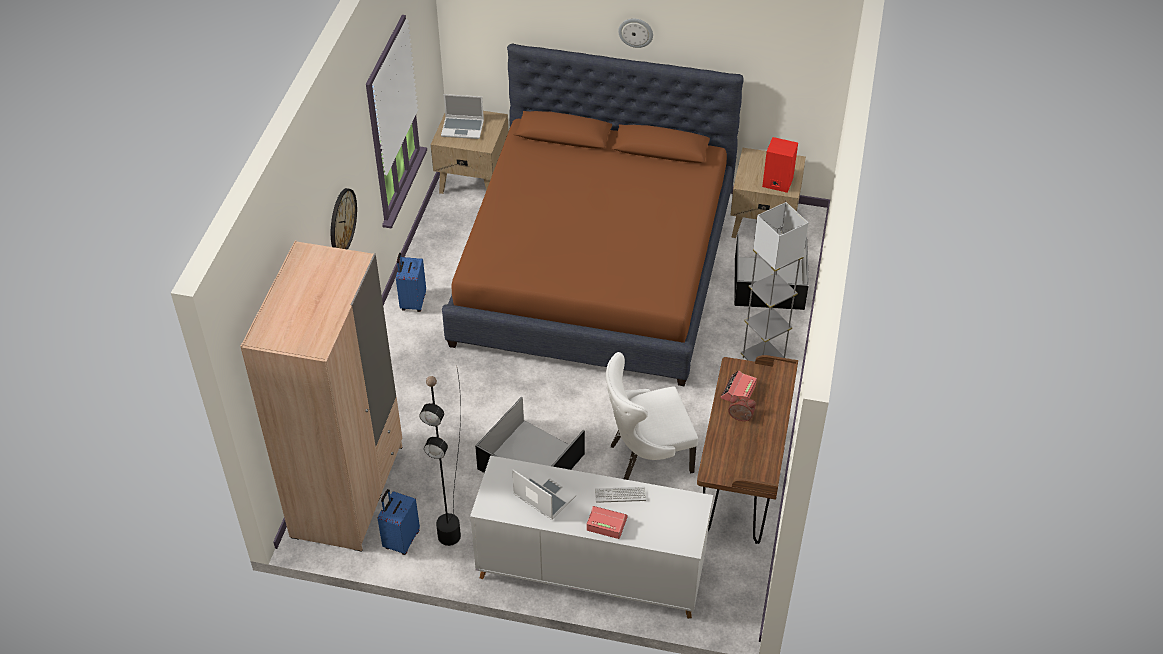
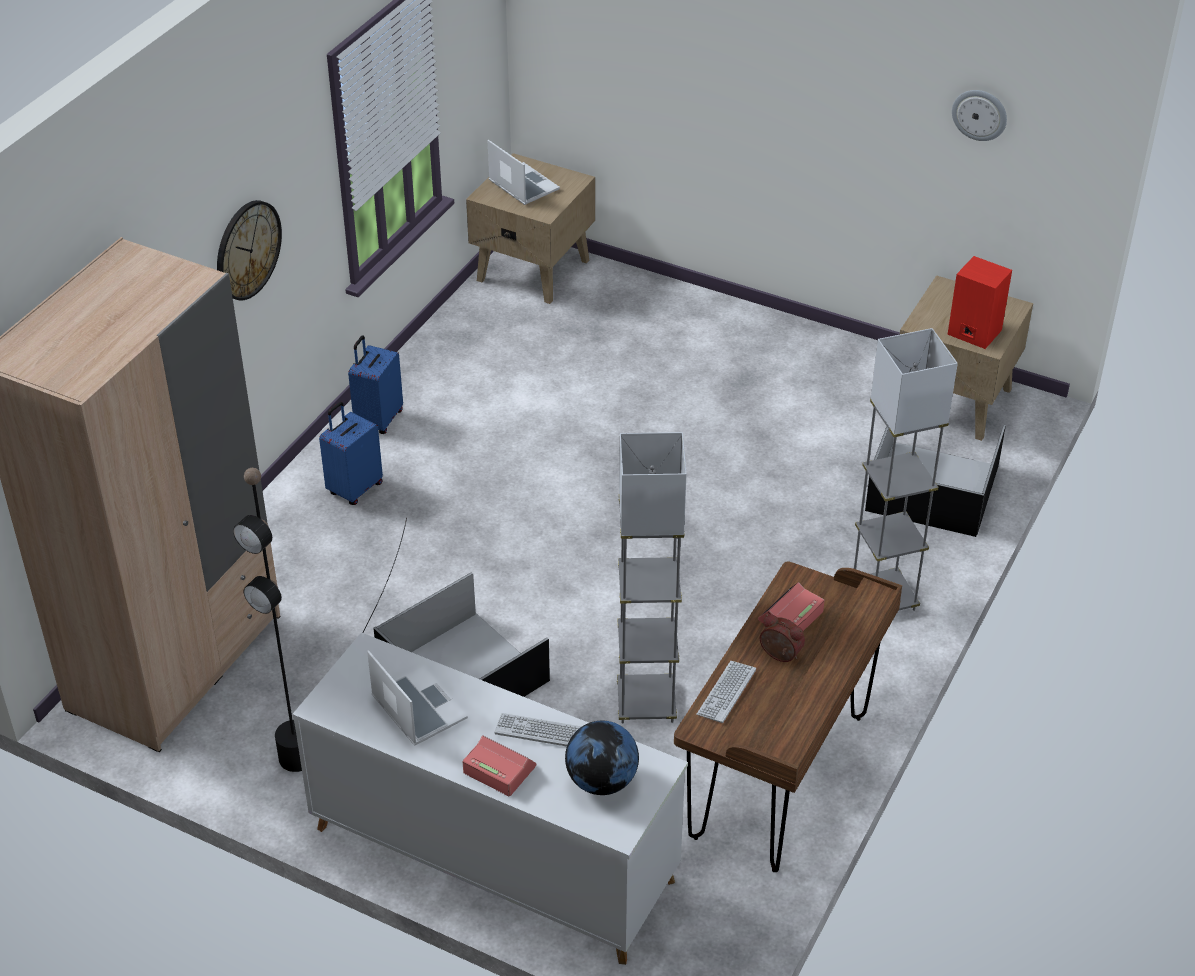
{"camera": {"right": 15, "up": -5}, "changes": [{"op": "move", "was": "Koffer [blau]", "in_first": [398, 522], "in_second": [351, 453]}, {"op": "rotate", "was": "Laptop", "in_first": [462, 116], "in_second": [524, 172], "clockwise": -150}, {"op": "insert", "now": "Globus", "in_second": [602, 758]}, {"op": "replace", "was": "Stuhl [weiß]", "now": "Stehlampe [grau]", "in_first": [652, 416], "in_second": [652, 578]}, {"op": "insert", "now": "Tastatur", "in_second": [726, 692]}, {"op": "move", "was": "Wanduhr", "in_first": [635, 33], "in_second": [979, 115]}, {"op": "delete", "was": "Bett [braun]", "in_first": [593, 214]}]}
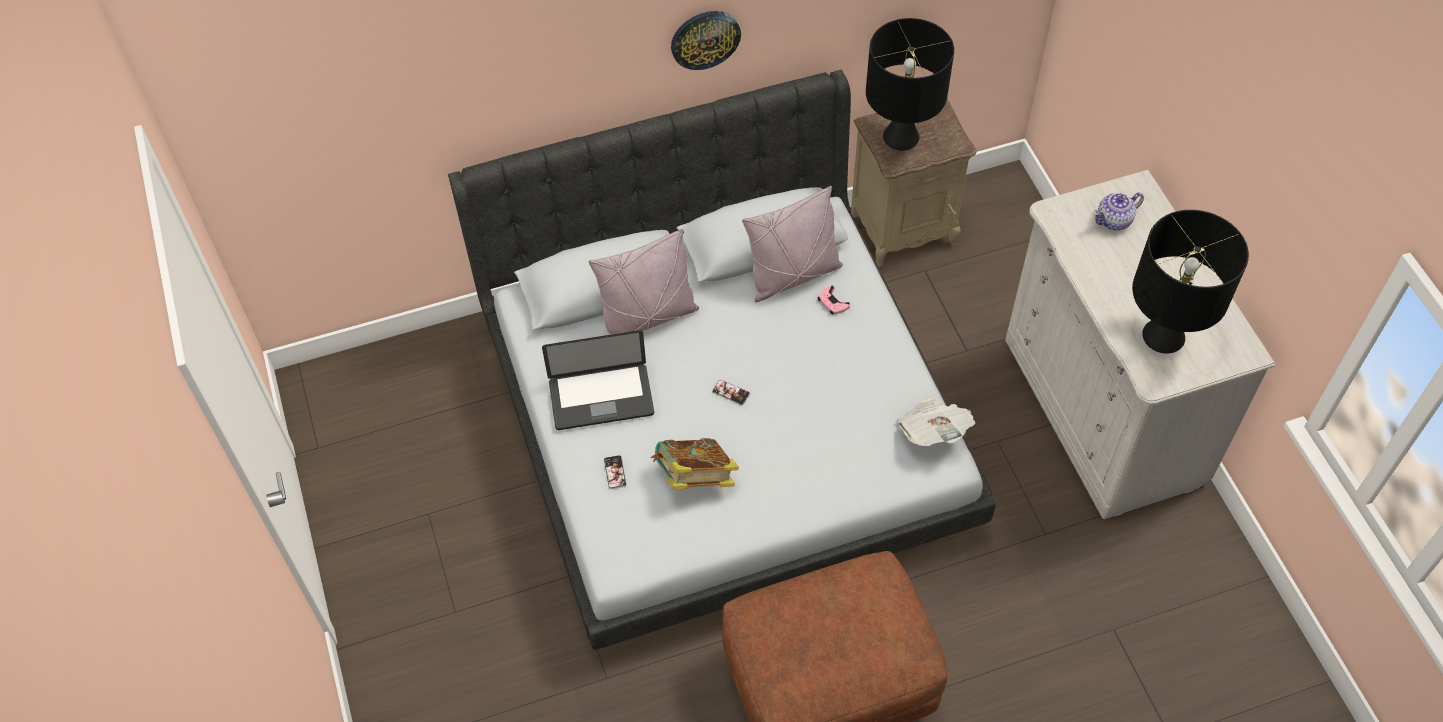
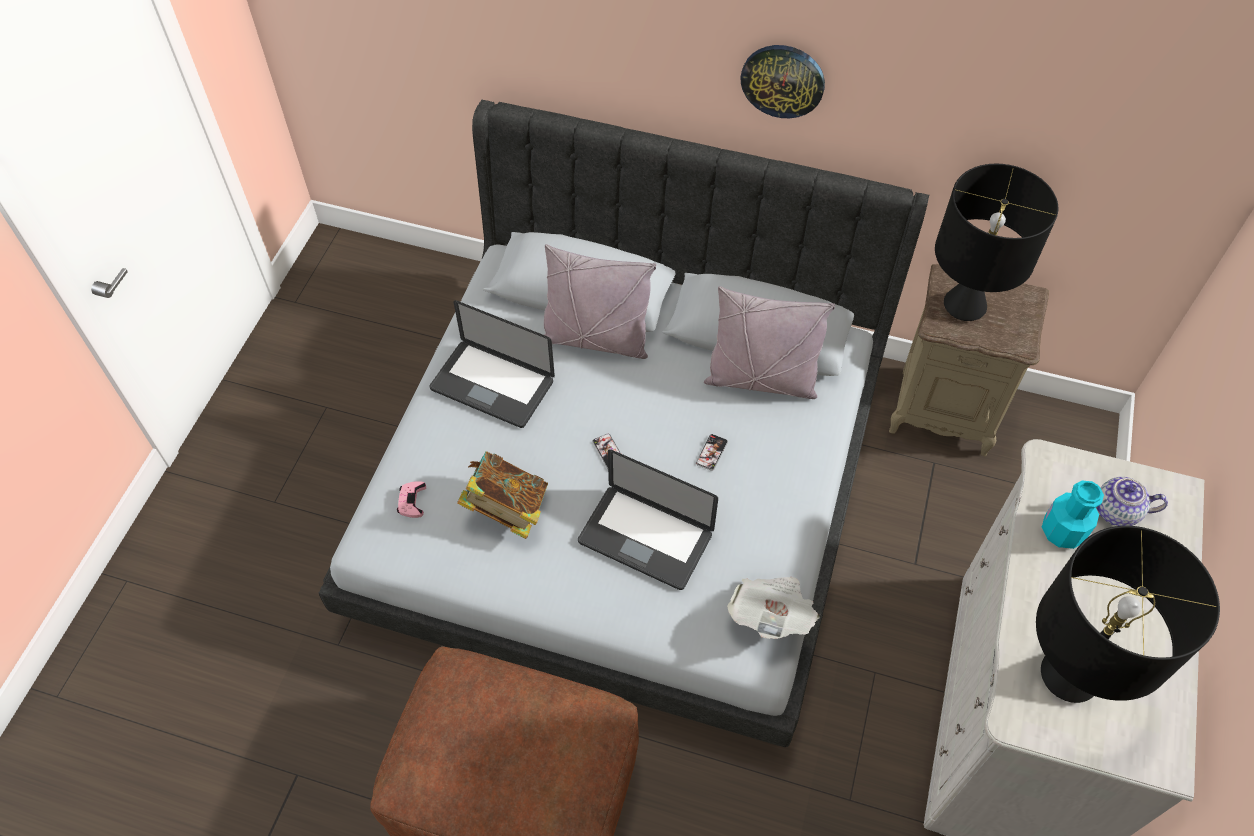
{"camera": {"right": 35, "up": 0}, "changes": [{"op": "move", "was": "Gamepad [rosa]", "in_first": [834, 299], "in_second": [411, 499]}, {"op": "insert", "now": "Laptop", "in_second": [648, 519]}, {"op": "move", "was": "Handy", "in_first": [615, 472], "in_second": [712, 452]}, {"op": "insert", "now": "Flasche [türkis]", "in_second": [1073, 515]}]}
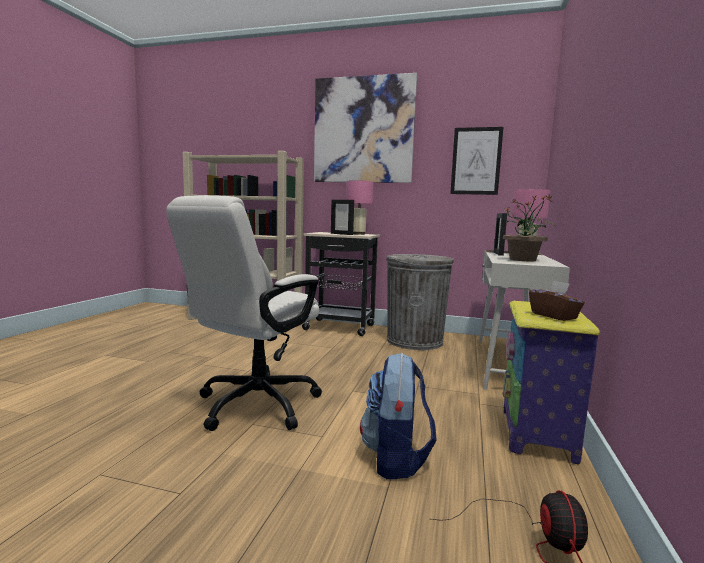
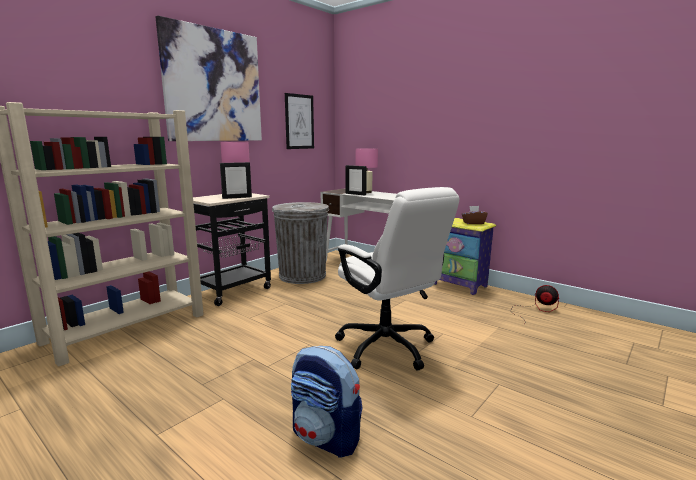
{"camera": {"right": -65, "up": 5}, "changes": [{"op": "move", "was": "Rucksack", "in_first": [398, 416], "in_second": [326, 402]}, {"op": "delete", "was": "Topfpflanze", "in_first": [529, 227]}]}
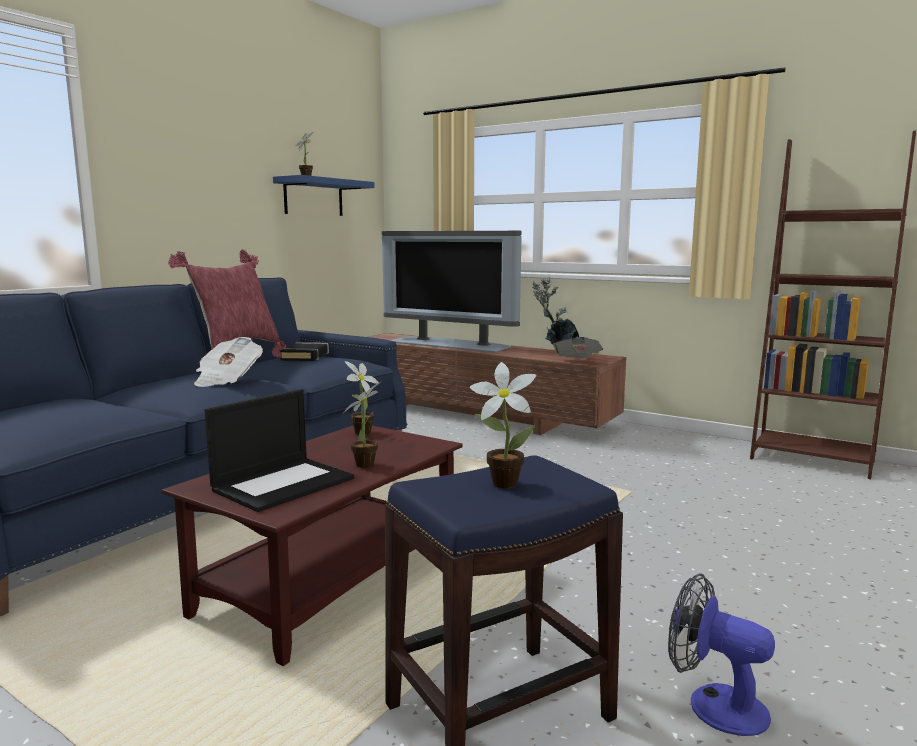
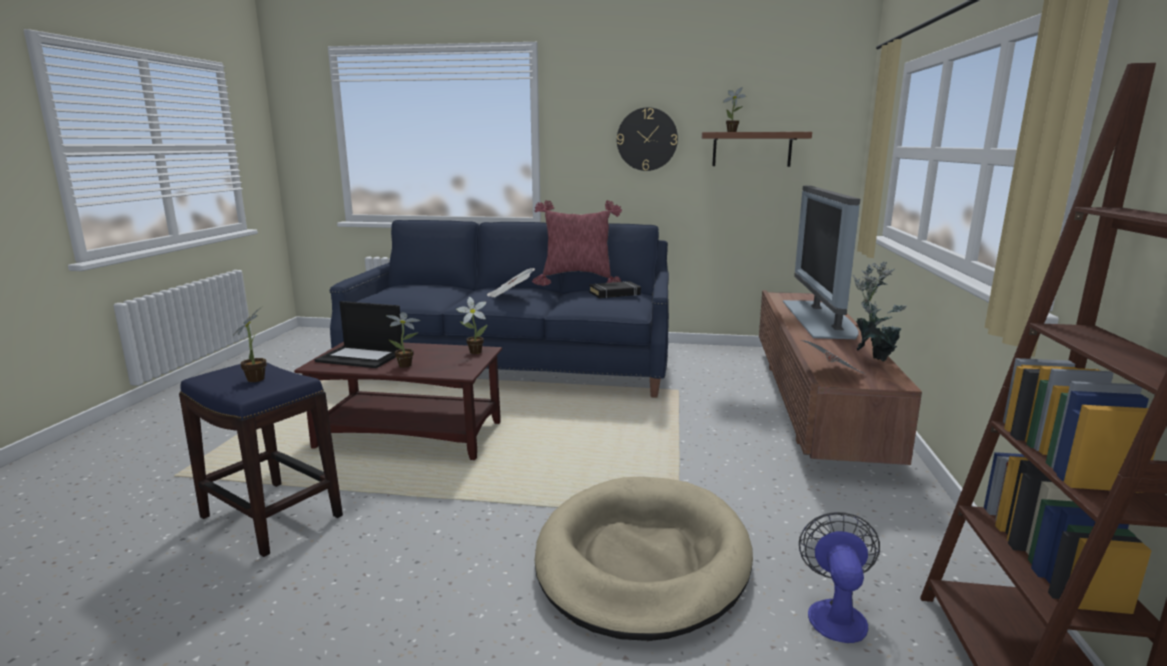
{"camera": {"right": 65, "up": 5}, "changes": [{"op": "insert", "now": "Hundebett [beige]", "in_second": [644, 558]}, {"op": "insert", "now": "Wanduhr", "in_second": [647, 139]}, {"op": "recolor", "was": "Wandregal [blau]", "now": "Wandregal [braun]", "in_first": [324, 195], "in_second": [757, 149]}, {"op": "move", "was": "Ventilator", "in_first": [721, 654], "in_second": [839, 577]}]}
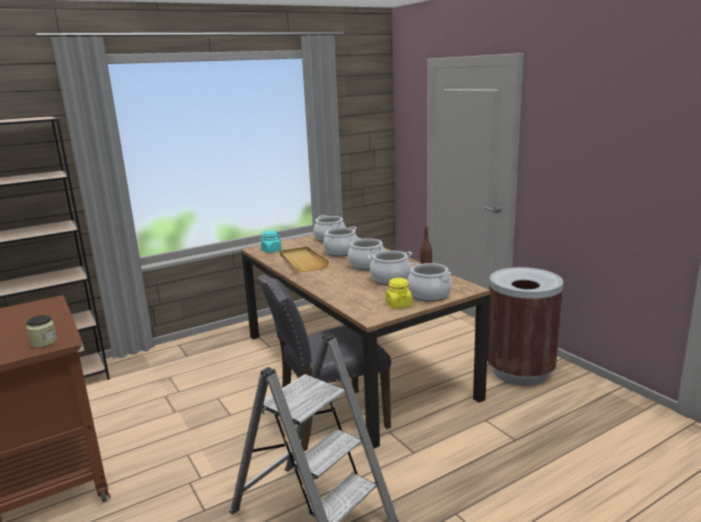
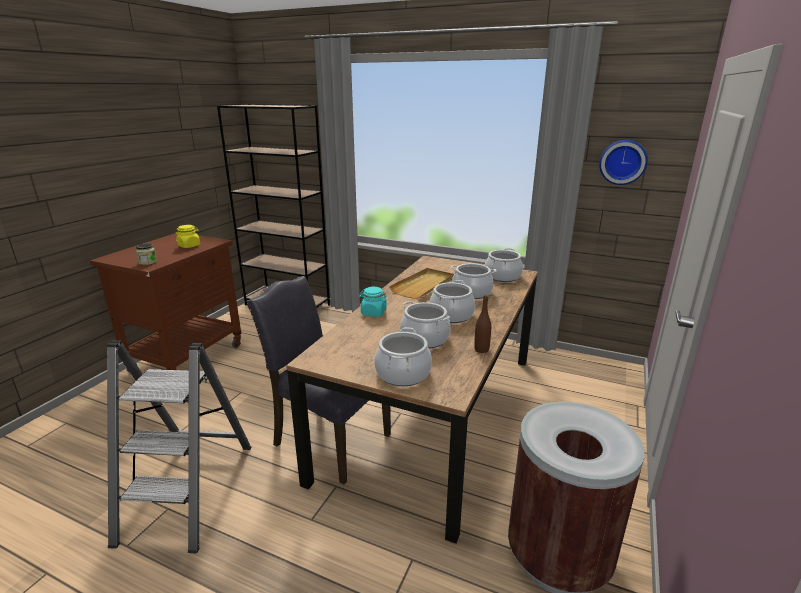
{"camera": {"right": 55, "up": 5}, "changes": [{"op": "move", "was": "Vorratsglas [gelb]", "in_first": [399, 293], "in_second": [188, 236]}, {"op": "move", "was": "Vorratsglas [türkis]", "in_first": [271, 242], "in_second": [373, 302]}, {"op": "insert", "now": "Wanduhr", "in_second": [623, 162]}]}
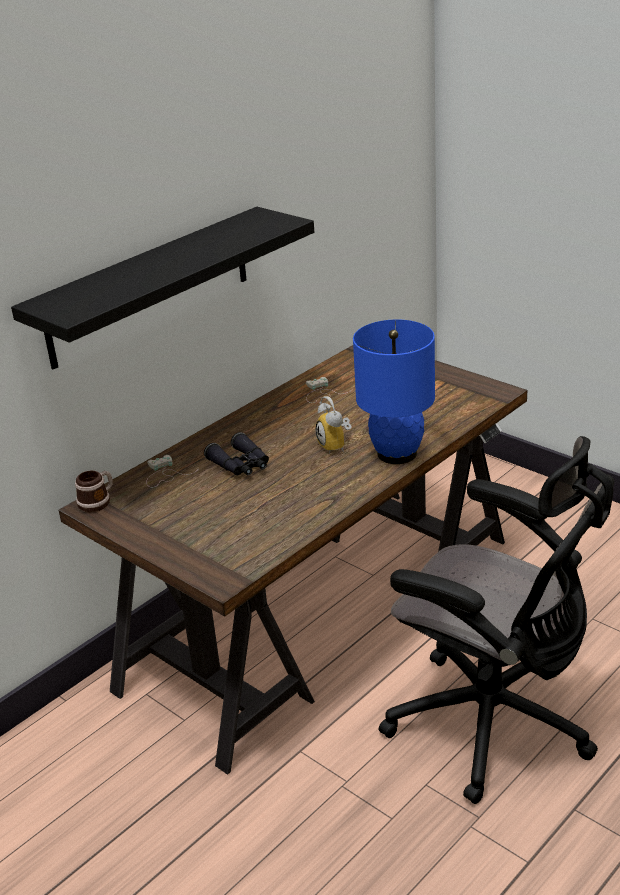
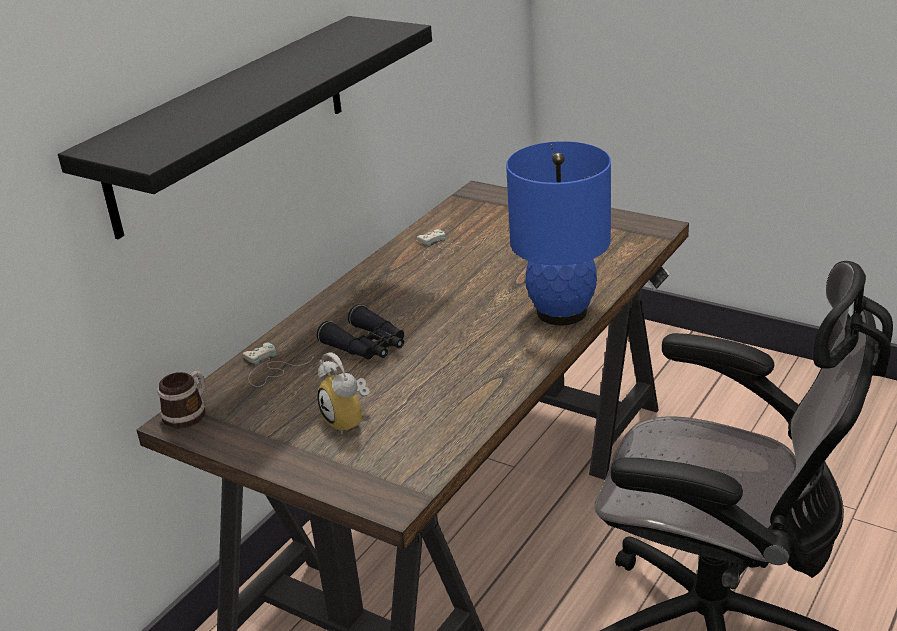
{"camera": {"right": -10, "up": 0}, "changes": [{"op": "move", "was": "Wecker", "in_first": [334, 425], "in_second": [343, 394]}]}
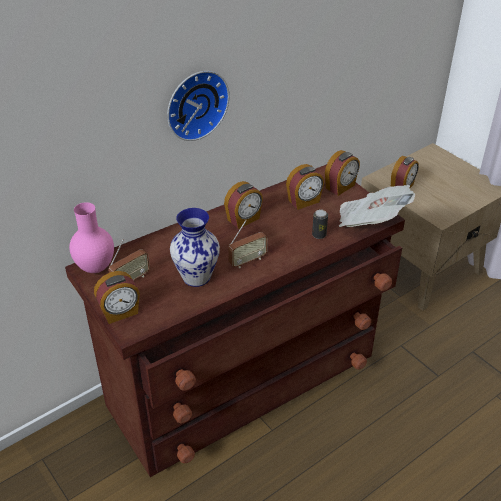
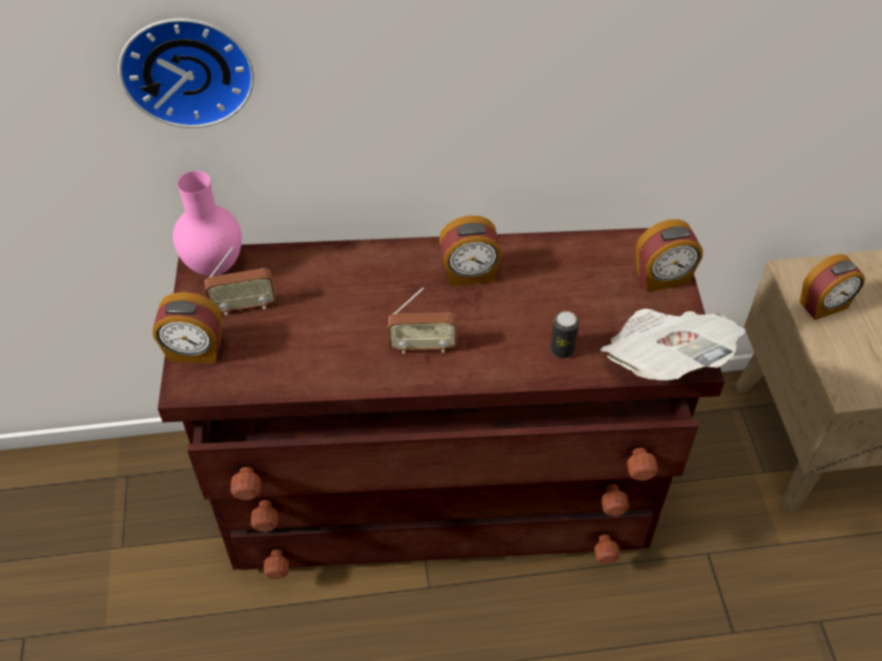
{"camera": {"right": 30, "up": 10}, "changes": [{"op": "move", "was": "Wanduhr", "in_first": [198, 106], "in_second": [186, 73]}, {"op": "delete", "was": "Vase", "in_first": [195, 247]}, {"op": "delete", "was": "Wecker", "in_first": [305, 187]}]}
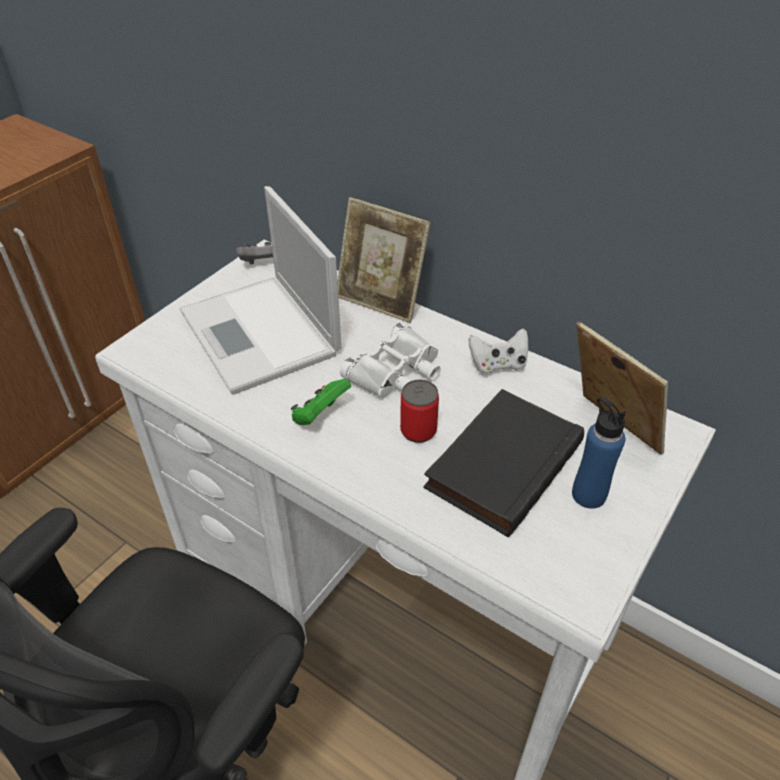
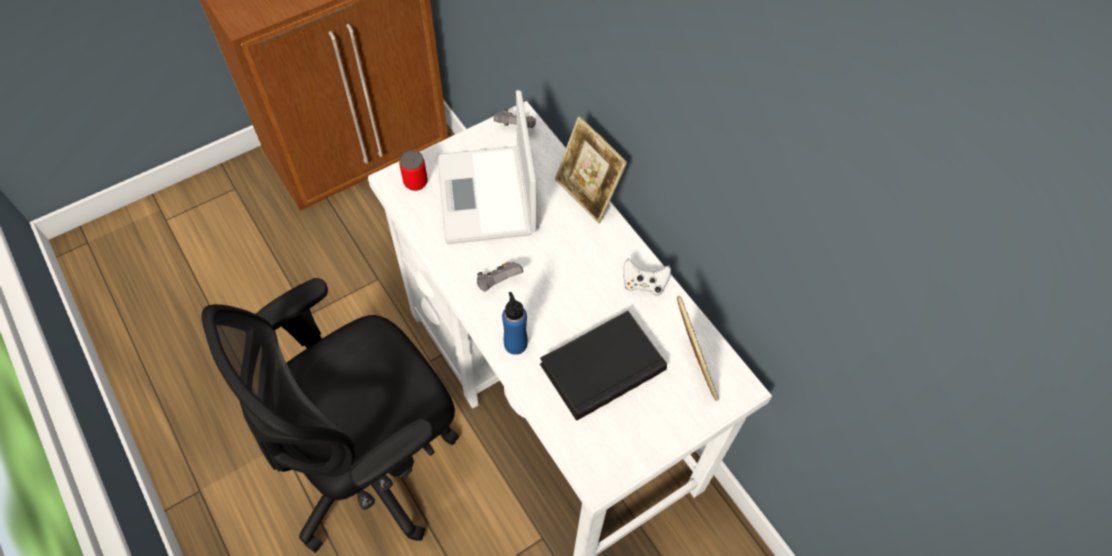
{"camera": {"right": 20, "up": 15}, "changes": [{"op": "move", "was": "Dose", "in_first": [419, 411], "in_second": [413, 170]}, {"op": "recolor", "was": "Gamepad [grün]", "now": "Gamepad [grau]", "in_first": [321, 402], "in_second": [500, 277]}, {"op": "move", "was": "Flasche [blau]", "in_first": [599, 453], "in_second": [515, 323]}, {"op": "delete", "was": "Fernglas [weiß]", "in_first": [390, 360]}]}
